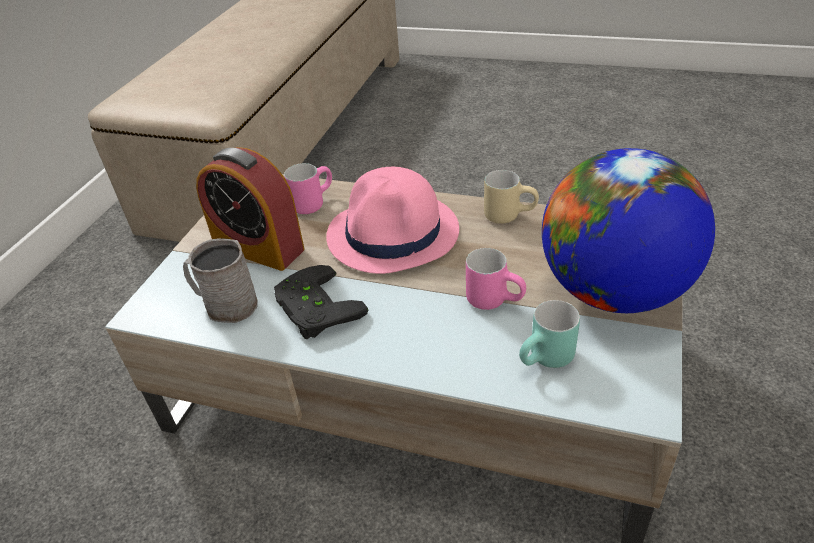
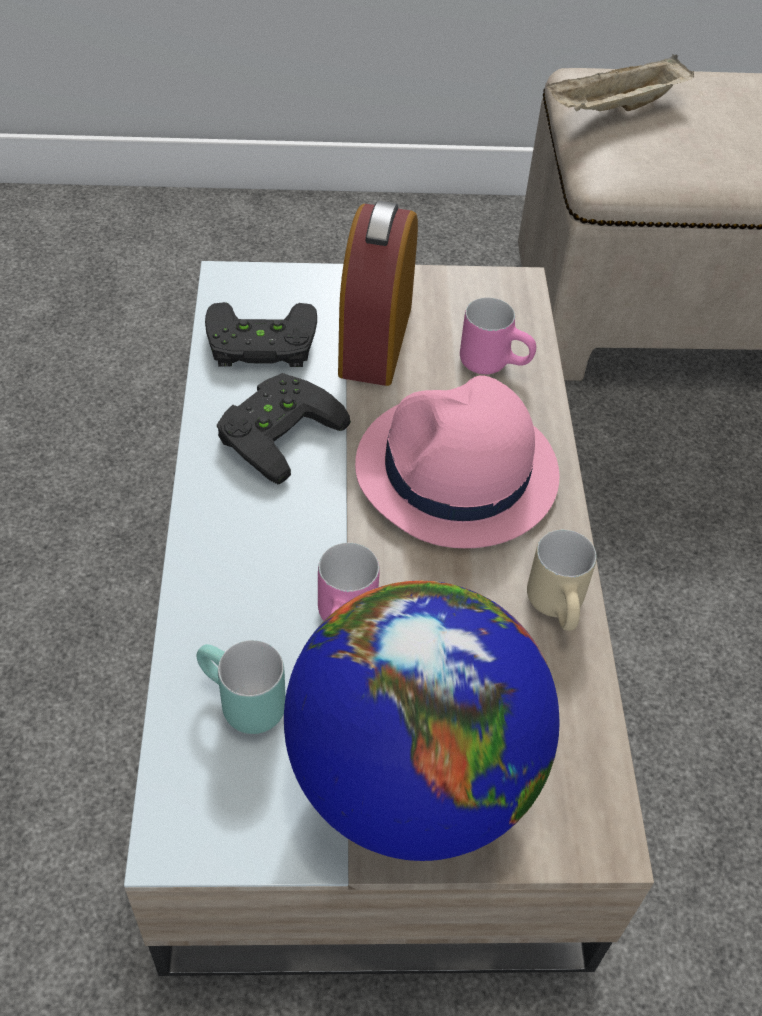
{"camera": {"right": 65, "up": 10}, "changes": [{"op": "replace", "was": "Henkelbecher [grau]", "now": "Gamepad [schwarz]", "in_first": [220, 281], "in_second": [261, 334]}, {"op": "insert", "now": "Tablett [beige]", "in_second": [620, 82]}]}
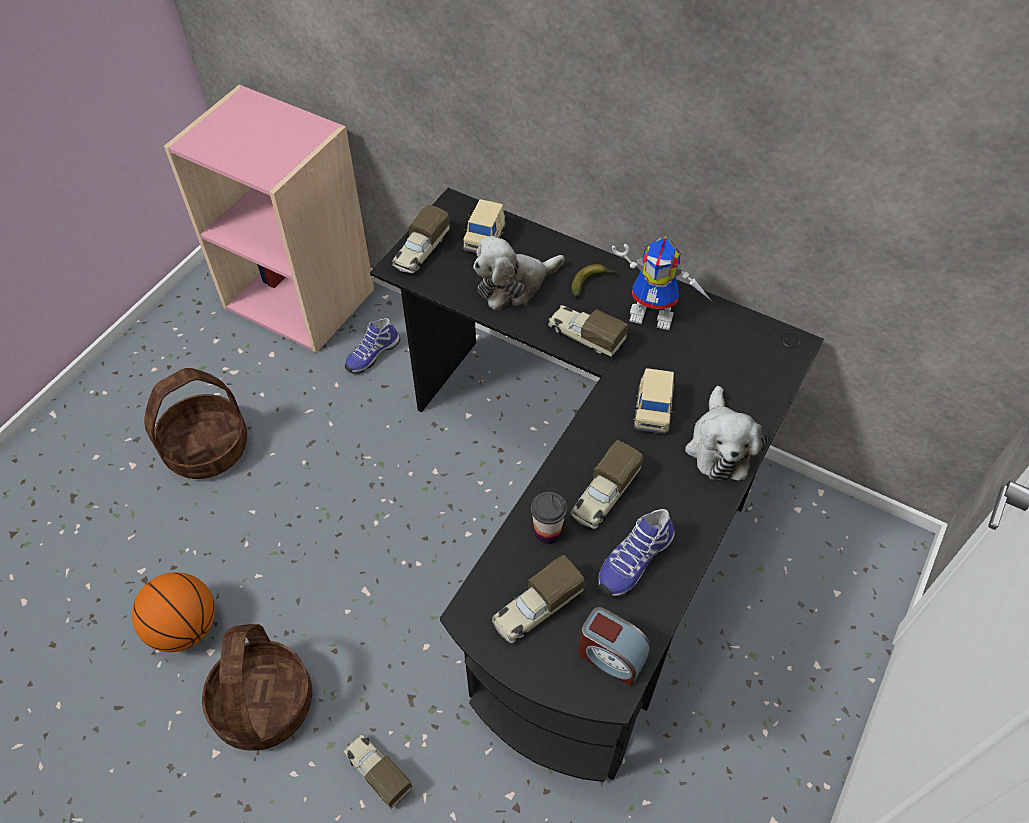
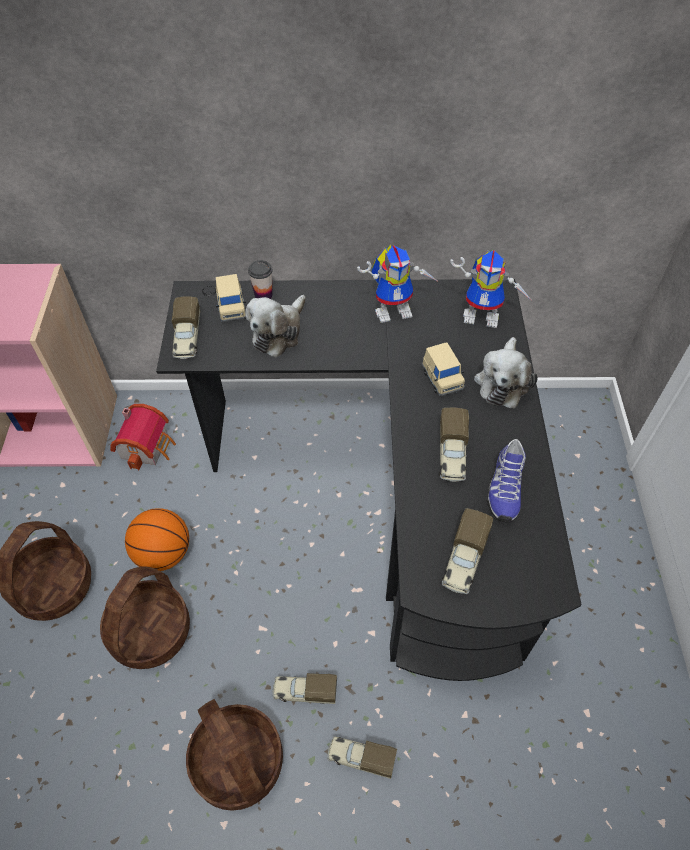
{"camera": {"right": -30, "up": 0}, "changes": [{"op": "insert", "now": "Korb", "in_second": [145, 617]}, {"op": "replace", "was": "Schuh", "now": "Spielzeughaus", "in_first": [372, 346], "in_second": [143, 437]}, {"op": "move", "was": "Basketball", "in_first": [173, 612], "in_second": [157, 539]}, {"op": "move", "was": "Tasse", "in_first": [549, 518], "in_second": [260, 279]}, {"op": "move", "was": "Spielzeuglaster", "in_first": [588, 331], "in_second": [304, 688]}, {"op": "insert", "now": "Spielzeugroboter", "in_second": [491, 288]}, {"op": "rotate", "was": "Plüschtier", "in_first": [726, 433], "in_second": [506, 372], "clockwise": 45}, {"op": "delete", "was": "Banane", "in_first": [594, 281]}, {"op": "delete", "was": "Wecker", "in_first": [614, 647]}]}
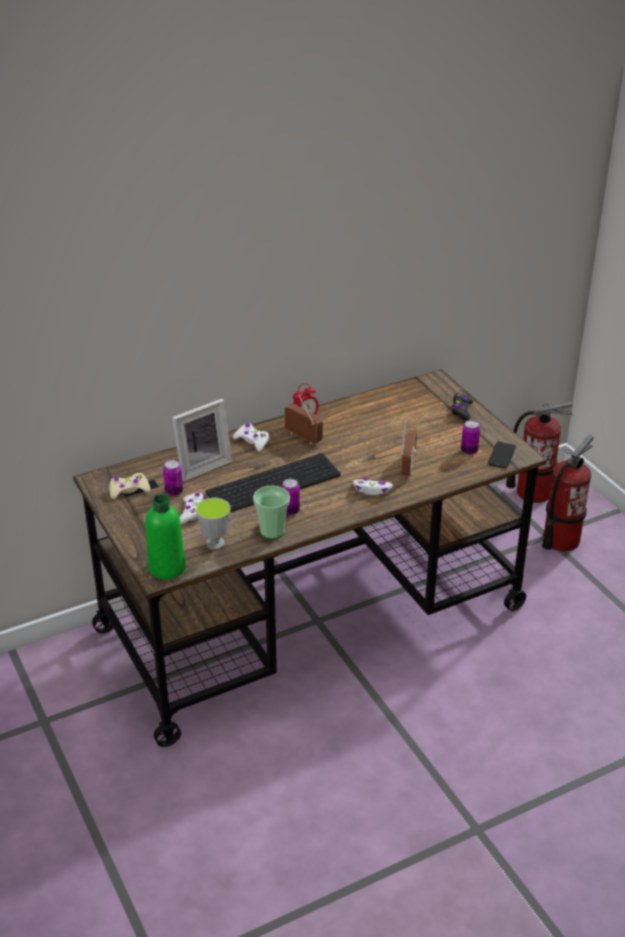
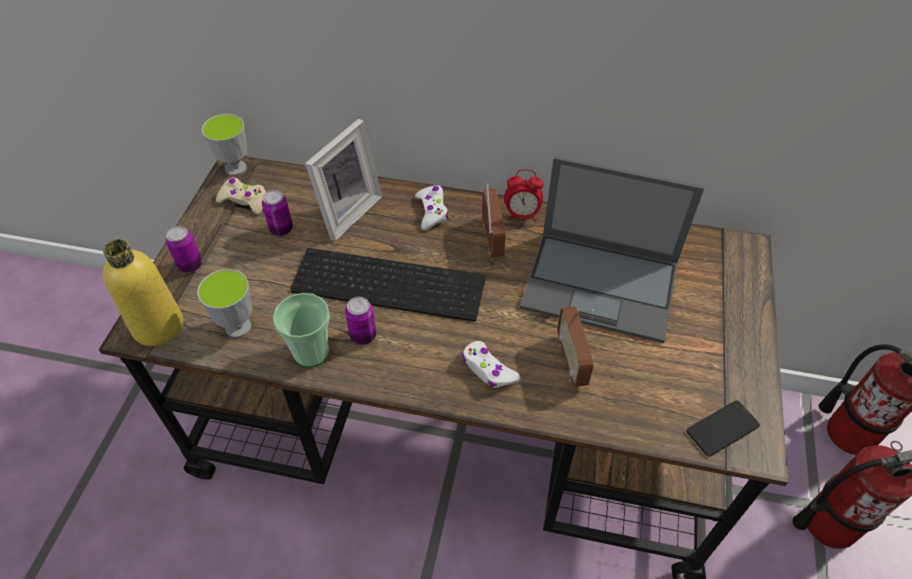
{"camera": {"right": 40, "up": 15}, "changes": [{"op": "recolor", "was": "Flasche [grün]", "now": "Flasche [gelb]", "in_first": [165, 536], "in_second": [143, 292]}, {"op": "move", "was": "Dose", "in_first": [470, 437], "in_second": [184, 249]}, {"op": "insert", "now": "Tasse", "in_second": [224, 145]}, {"op": "rotate", "was": "Bilderrahmen", "in_first": [202, 440], "in_second": [343, 180], "clockwise": -60}, {"op": "insert", "now": "Laptop", "in_second": [612, 249]}, {"op": "rotate", "was": "Radio", "in_first": [409, 447], "in_second": [575, 346], "clockwise": 120}, {"op": "delete", "was": "Gamepad [weiß]", "in_first": [192, 508]}, {"op": "delete", "was": "Gamepad [schwarz]", "in_first": [462, 406]}]}
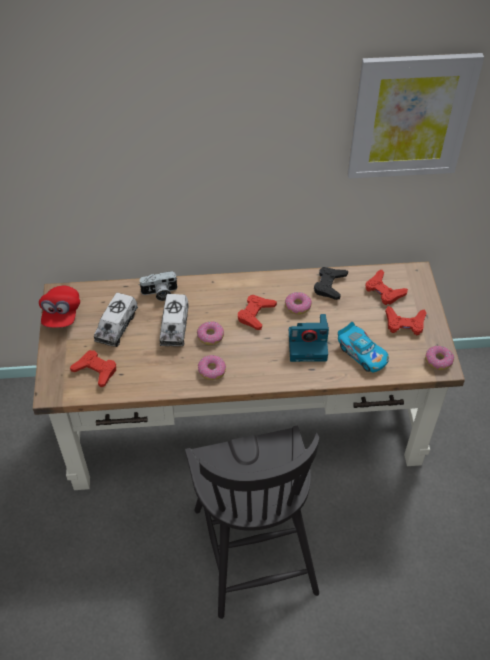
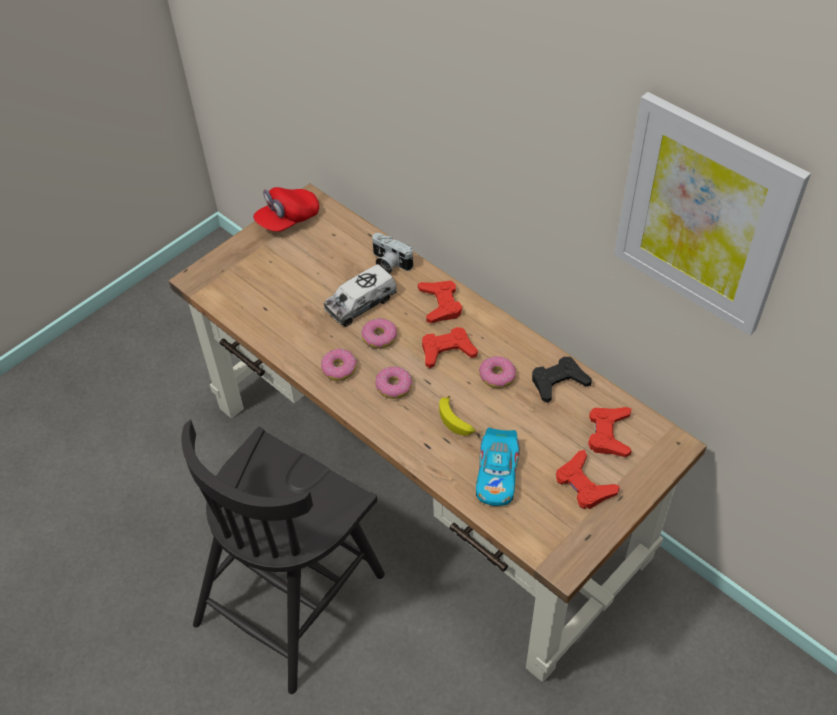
{"camera": {"right": 50, "up": 0}, "changes": [{"op": "move", "was": "Donut", "in_first": [439, 358], "in_second": [393, 382]}, {"op": "move", "was": "Gamepad [rot]", "in_first": [93, 368], "in_second": [440, 302]}, {"op": "replace", "was": "Kamera", "now": "Banane", "in_first": [309, 338], "in_second": [457, 415]}, {"op": "delete", "was": "Spielzeuglaster", "in_first": [116, 320]}]}
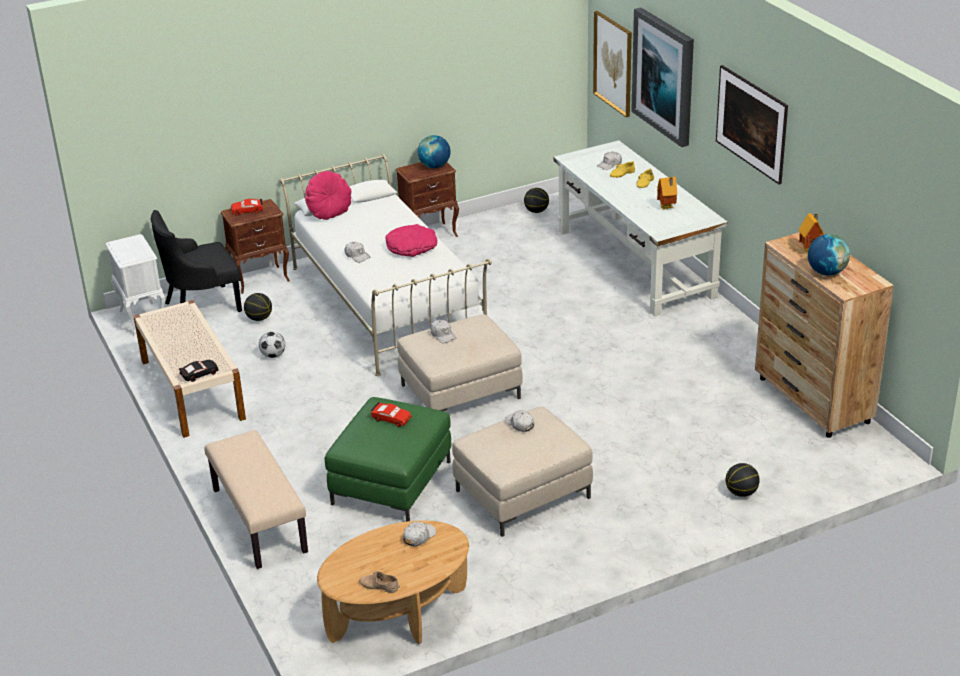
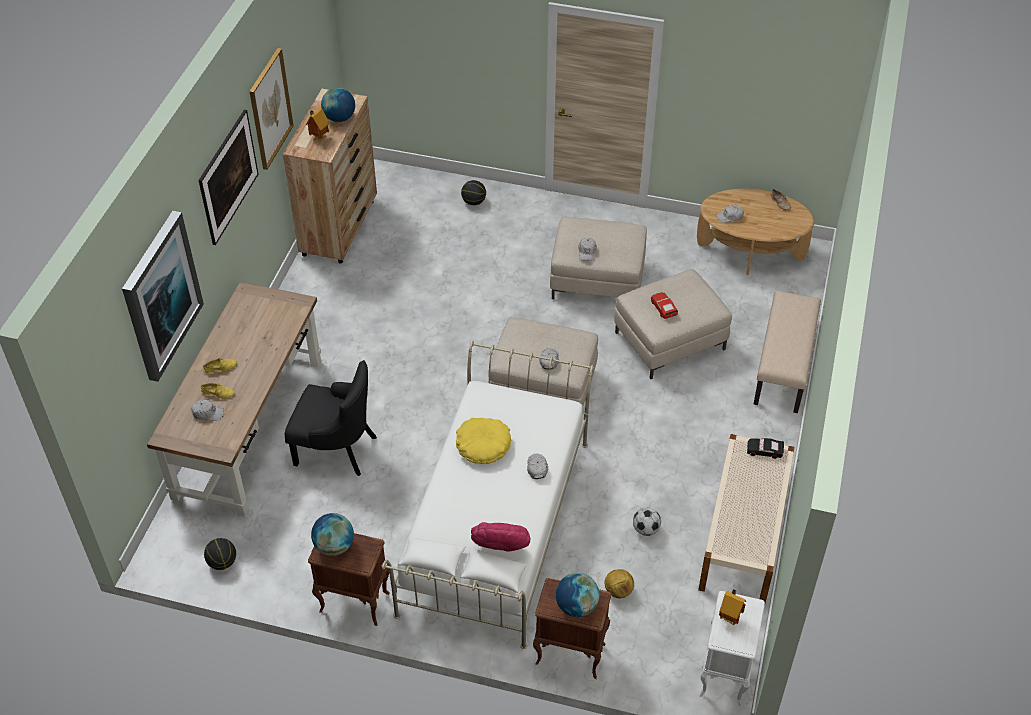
{"camera": {"right": -140, "up": 15}, "changes": [{"op": "recolor", "was": "Schreibtisch [weiß]", "now": "Schreibtisch [braun]", "in_first": [641, 228], "in_second": [234, 399]}, {"op": "move", "was": "Bild", "in_first": [612, 64], "in_second": [271, 109]}, {"op": "move", "was": "Stuhl [schwarz]", "in_first": [196, 265], "in_second": [331, 418]}, {"op": "recolor", "was": "Kissen [rosa]", "now": "Kissen [gelb]", "in_first": [411, 240], "in_second": [483, 441]}, {"op": "replace", "was": "Spielzeugauto [rot]", "now": "Globus", "in_first": [247, 207], "in_second": [578, 595]}, {"op": "replace", "was": "Basketball", "now": "Fußball", "in_first": [258, 307], "in_second": [619, 584]}, {"op": "recolor", "was": "Polsterhocker [grün]", "now": "Polsterhocker [beige]", "in_first": [388, 459], "in_second": [673, 324]}, {"op": "move", "was": "Spielzeughaus", "in_first": [667, 193], "in_second": [732, 607]}]}
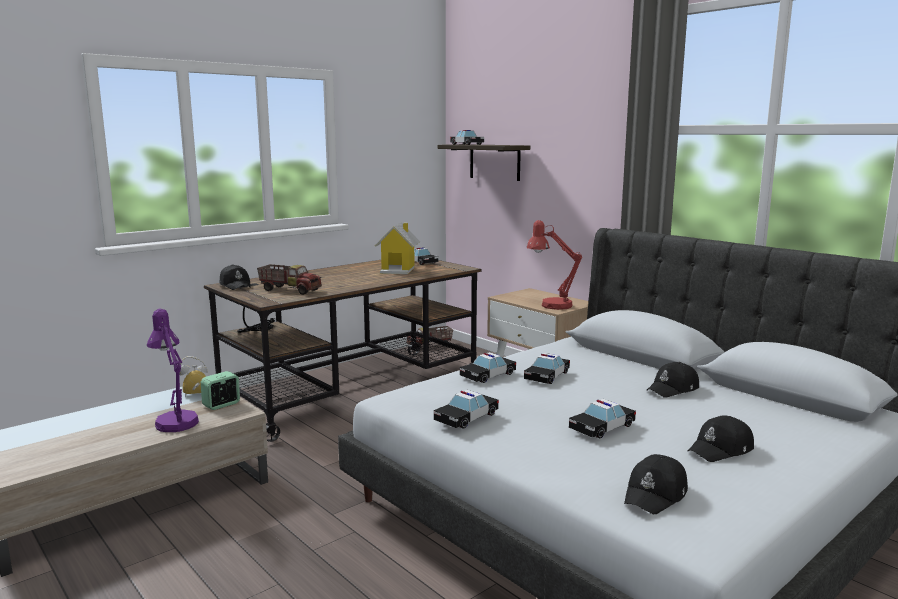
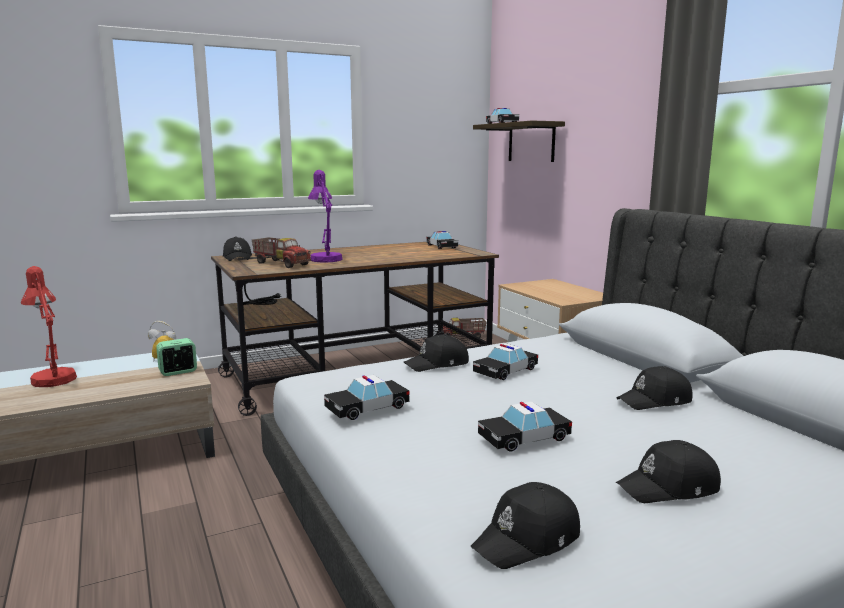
{"camera": {"right": 15, "up": 0}, "changes": [{"op": "move", "was": "Tischlampe [rot]", "in_first": [555, 265], "in_second": [49, 326]}, {"op": "move", "was": "Tischlampe [lila]", "in_first": [173, 370], "in_second": [325, 216]}, {"op": "replace", "was": "Spielzeugauto", "now": "Kappe [schwarz]", "in_first": [488, 367], "in_second": [436, 353]}, {"op": "delete", "was": "Spielzeughaus", "in_first": [397, 248]}]}
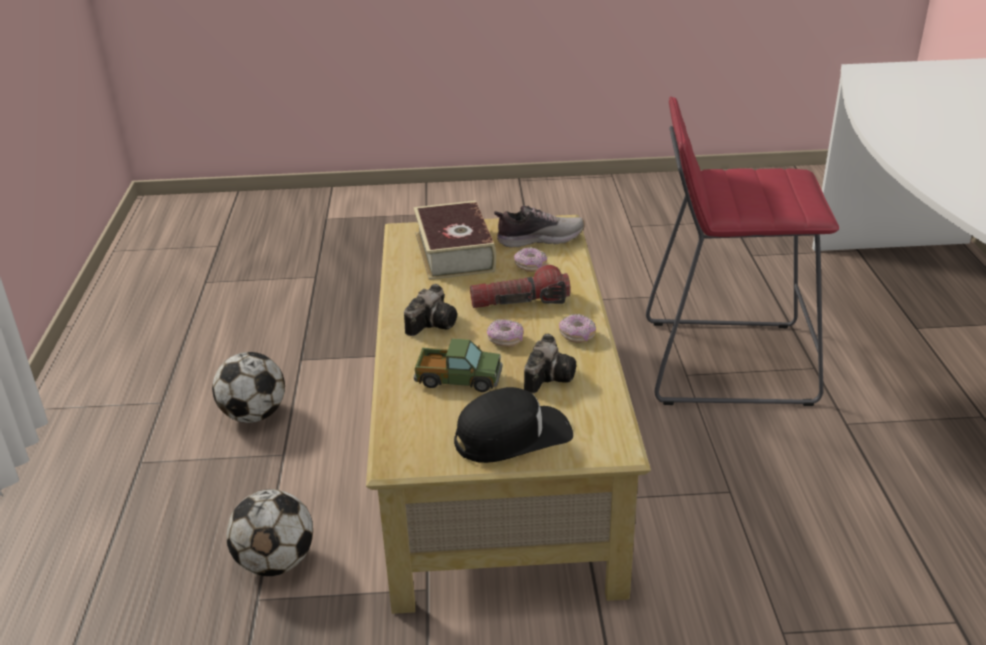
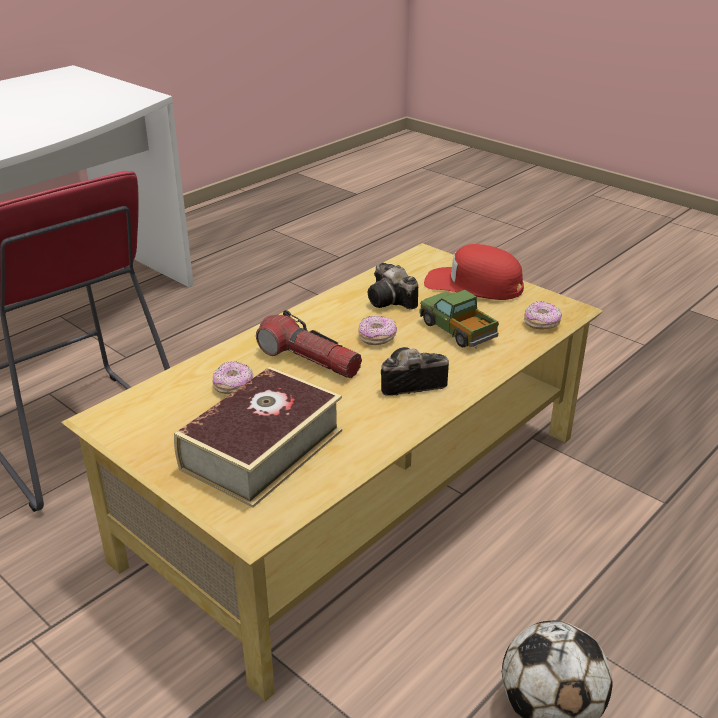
{"camera": {"right": -135, "up": 0}, "changes": [{"op": "rotate", "was": "Kamera", "in_first": [550, 364], "in_second": [393, 286], "clockwise": -105}, {"op": "recolor", "was": "Kappe [schwarz]", "now": "Kappe [rot]", "in_first": [513, 425], "in_second": [474, 272]}, {"op": "move", "was": "Donut", "in_first": [577, 328], "in_second": [543, 315]}, {"op": "delete", "was": "Fußball", "in_first": [269, 532]}, {"op": "delete", "was": "Schuh", "in_first": [539, 227]}]}
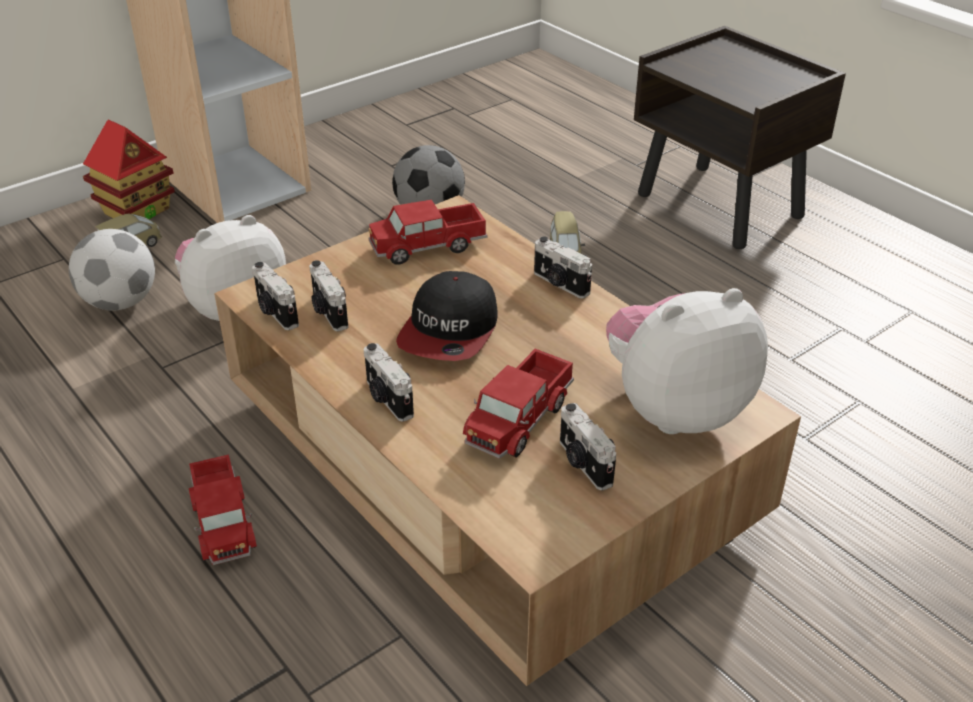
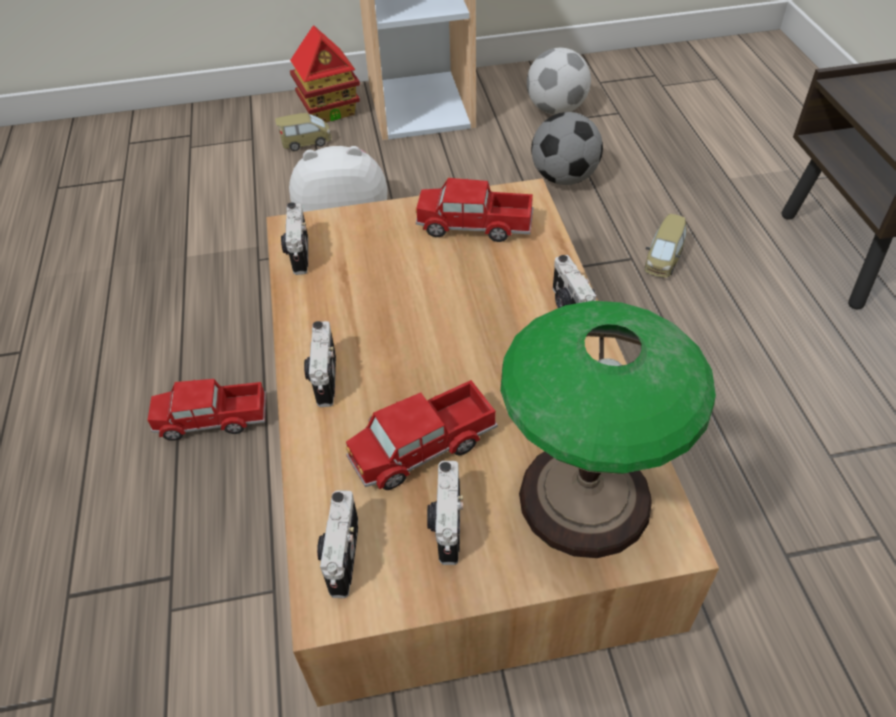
{"camera": {"right": 30, "up": 10}, "changes": [{"op": "rotate", "was": "Spielzeuglaster", "in_first": [223, 509], "in_second": [206, 409], "clockwise": 75}, {"op": "move", "was": "Kamera", "in_first": [328, 295], "in_second": [337, 544]}, {"op": "replace", "was": "Plüschtier", "now": "Tischlampe", "in_first": [687, 361], "in_second": [608, 429]}, {"op": "move", "was": "Fußball", "in_first": [112, 269], "in_second": [559, 81]}, {"op": "delete", "was": "Kappe", "in_first": [447, 316]}]}
